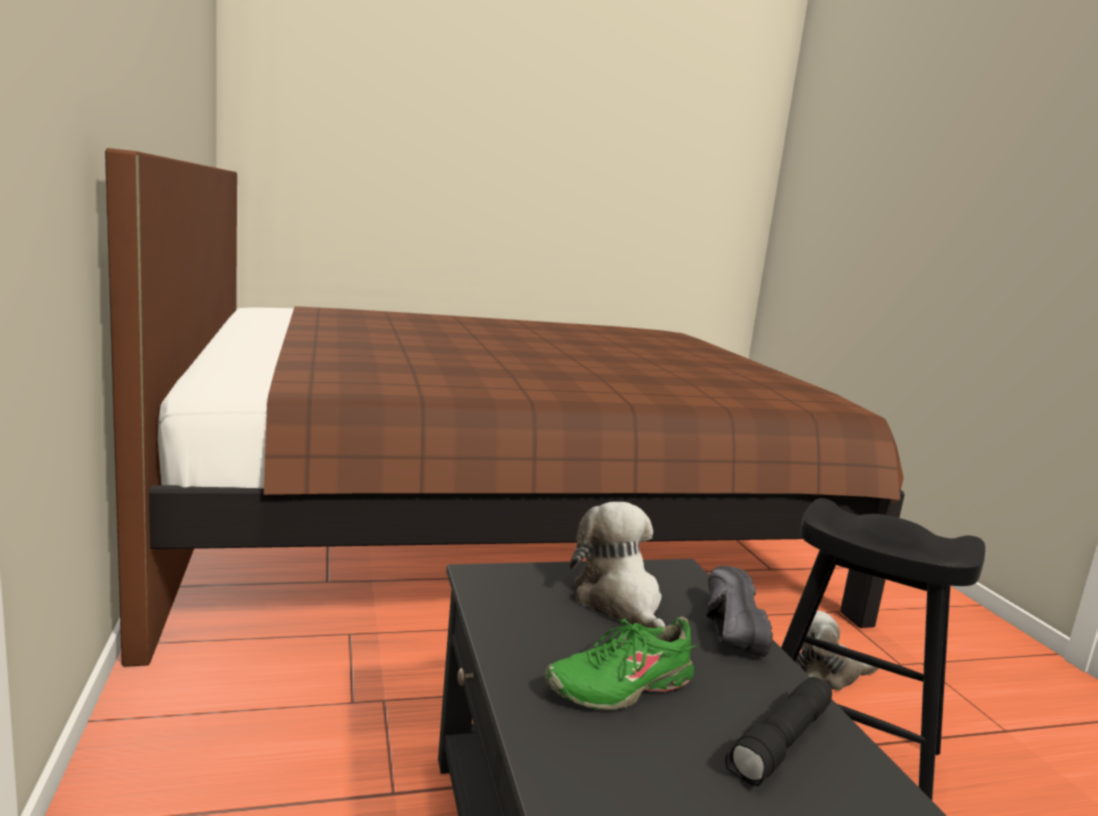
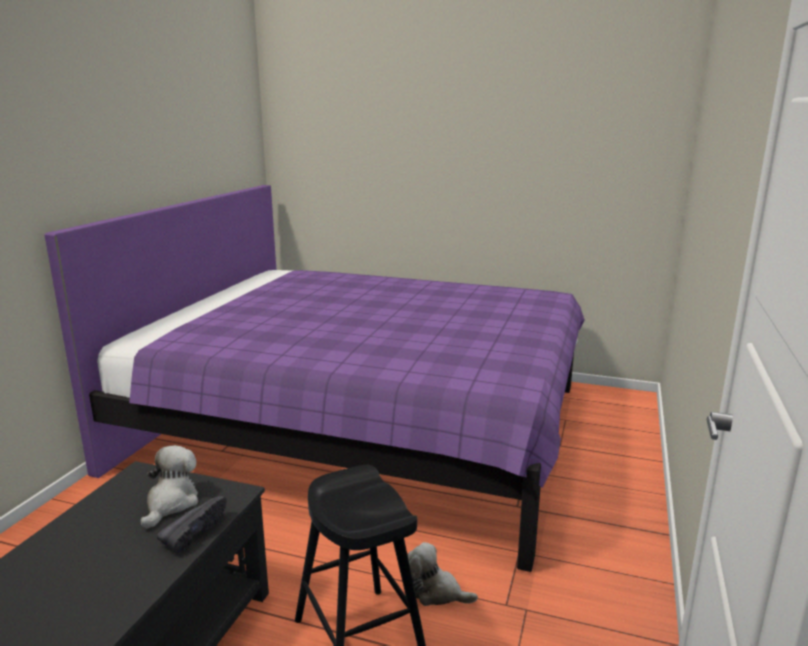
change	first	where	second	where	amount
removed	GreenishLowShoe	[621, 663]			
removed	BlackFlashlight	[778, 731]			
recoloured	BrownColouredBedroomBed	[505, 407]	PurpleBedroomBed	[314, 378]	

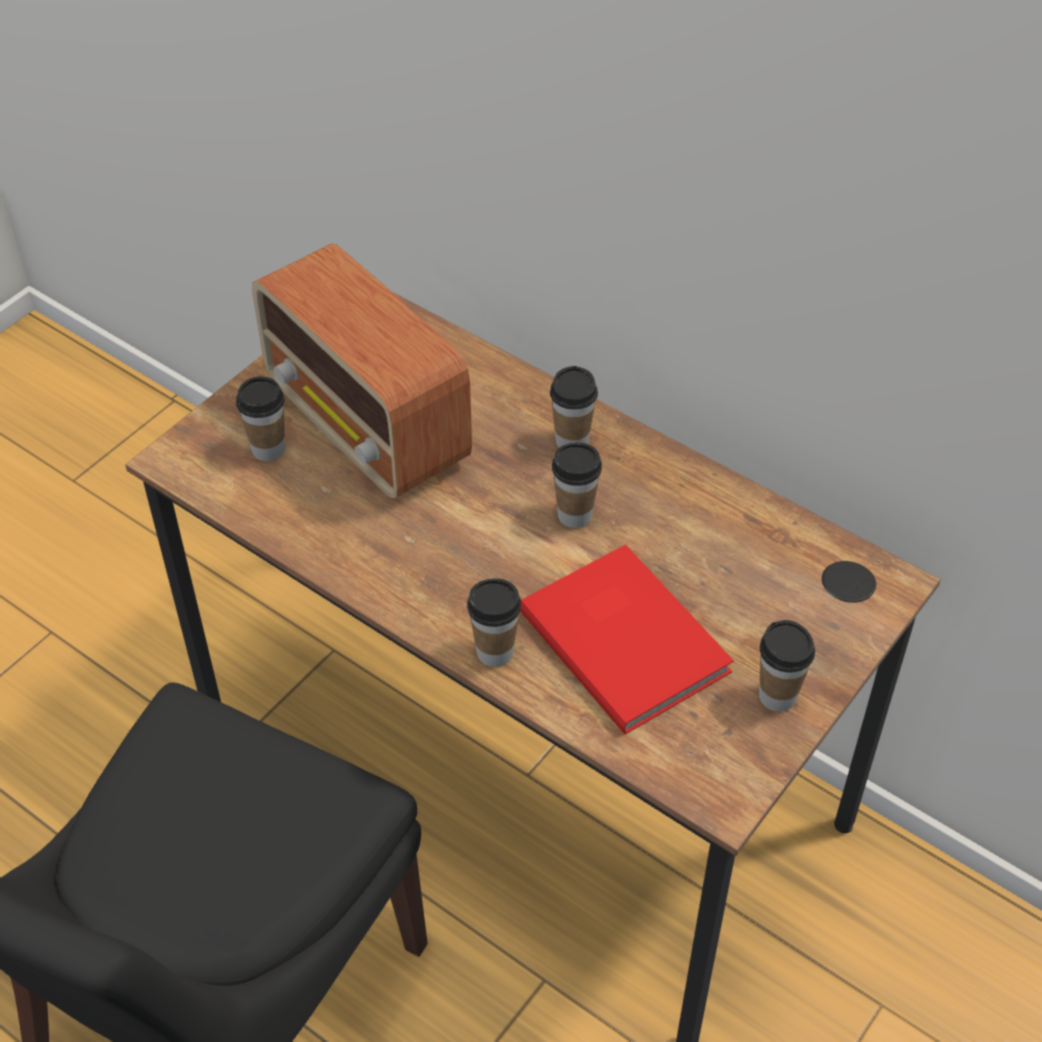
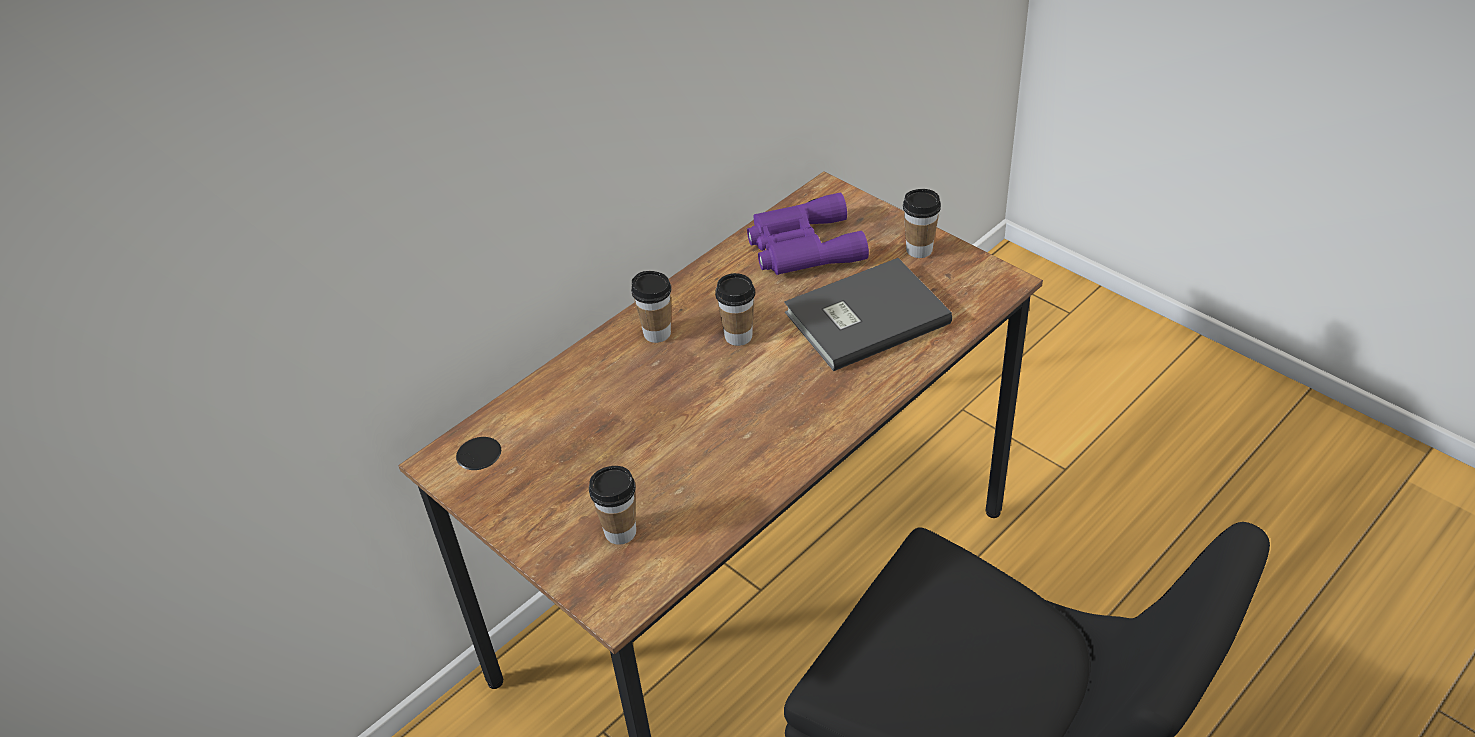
change	first	where	second	where	amount
removed	RadioReceiver	[362, 370]			
removed	SmallCup	[494, 622]			
added			PurplePairOfBinoculars	[808, 233]	
recoloured	RedColouredVolume	[627, 639]	GreyVolume	[868, 314]	

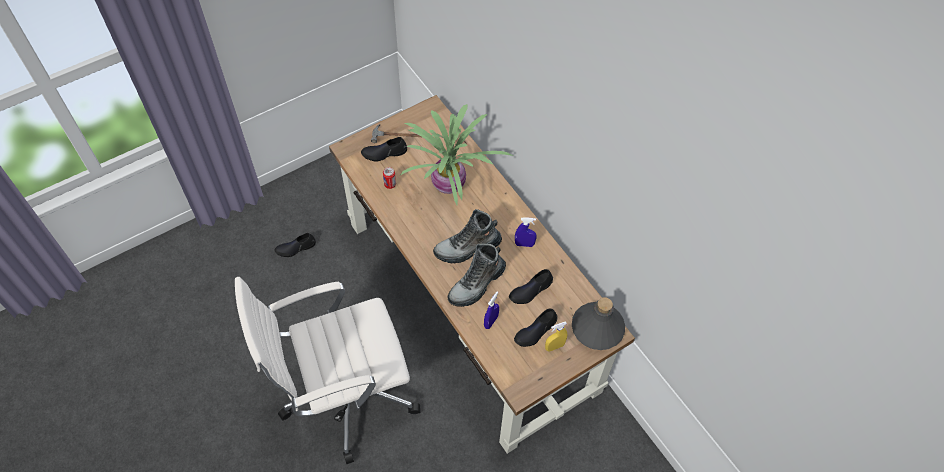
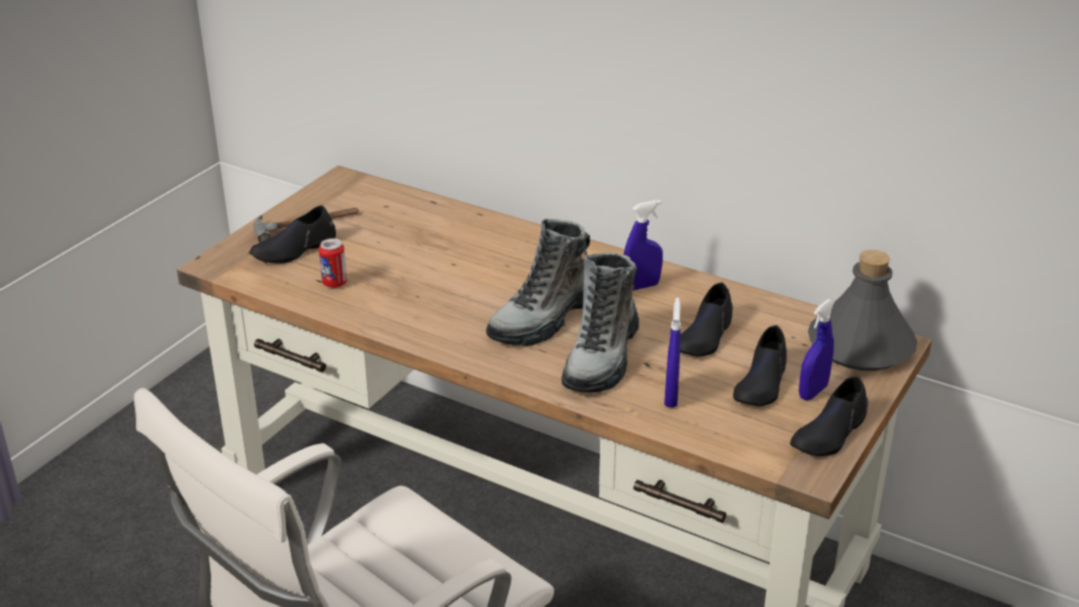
change	first	where	second	where	amount
removed	Houseplant	[456, 154]			
moved	BlackLowShoe	[295, 245]		[829, 416]	
recoloured	YellowColouredSprayBottle	[556, 337]	BlueColouredSprayBottle	[817, 349]	

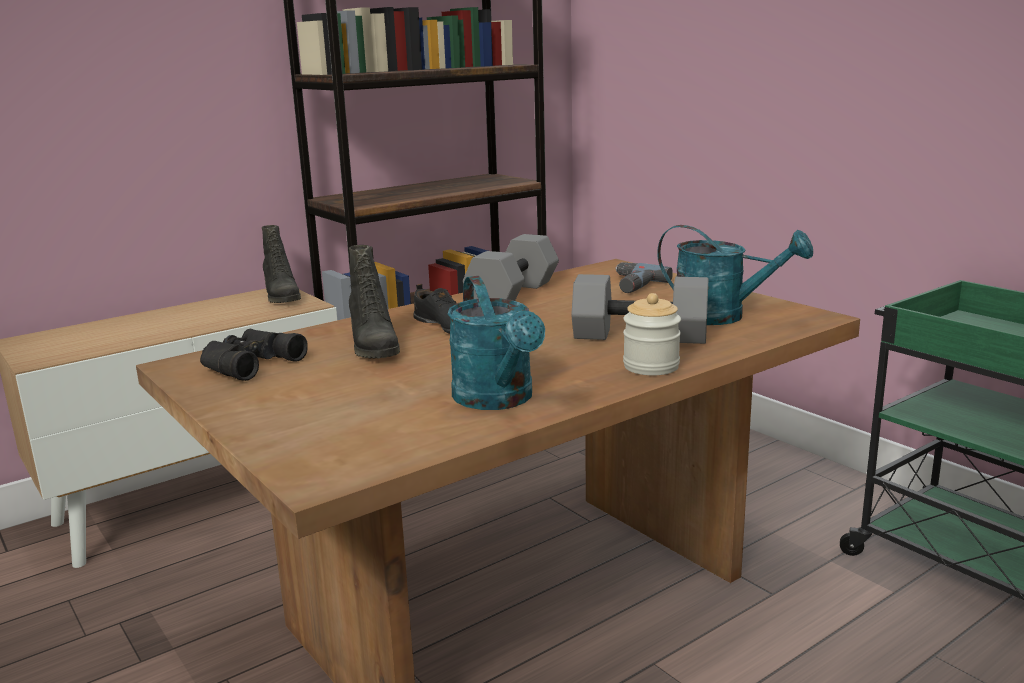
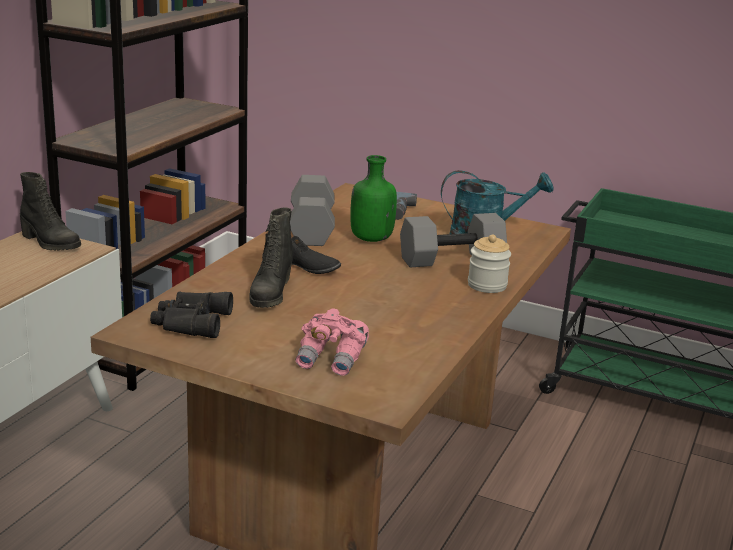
change	first	where	second	where	amount
removed	TurquoiseColouredWateringPot	[496, 343]			
added			PinkPairOfBinoculars	[332, 342]	
added			GreenishDrinkBottle	[373, 198]	
turned	BlackHighTopBoot	[374, 301]		[271, 257]	60 degrees clockwise

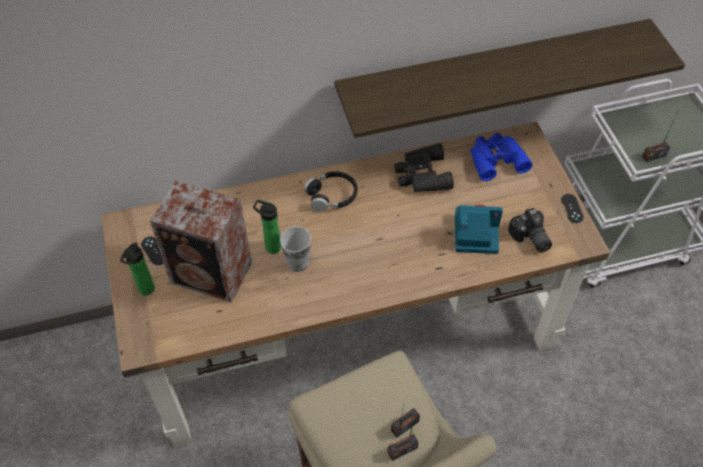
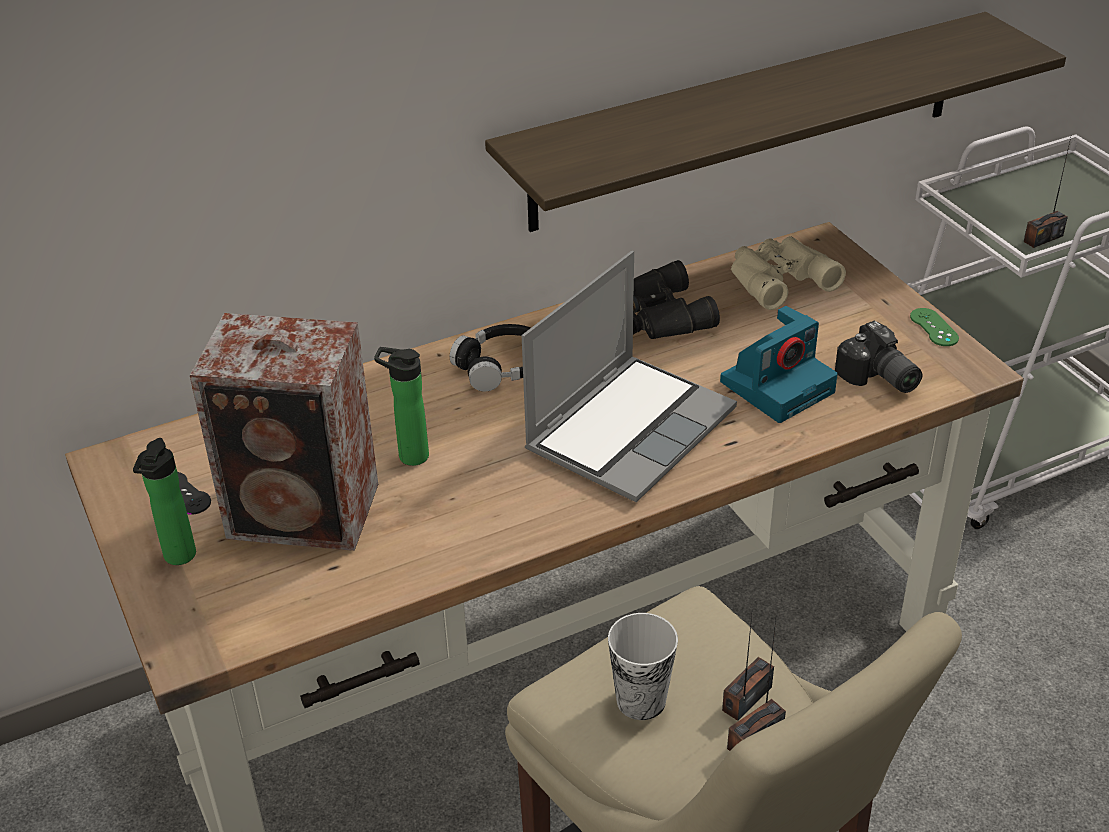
change	first	where	second	where	amount
added			Laptop	[629, 376]	
moved	SmallCup	[295, 249]		[643, 666]	
recoloured	BlueColouredPairOfBinoculars	[501, 157]	SandColouredPairOfBinoculars	[788, 273]	
recoloured	BlackGamepad	[572, 208]	GreenishGamepad	[934, 327]	
turned	PhotoCamera	[479, 229]		[779, 364]	150 degrees clockwise

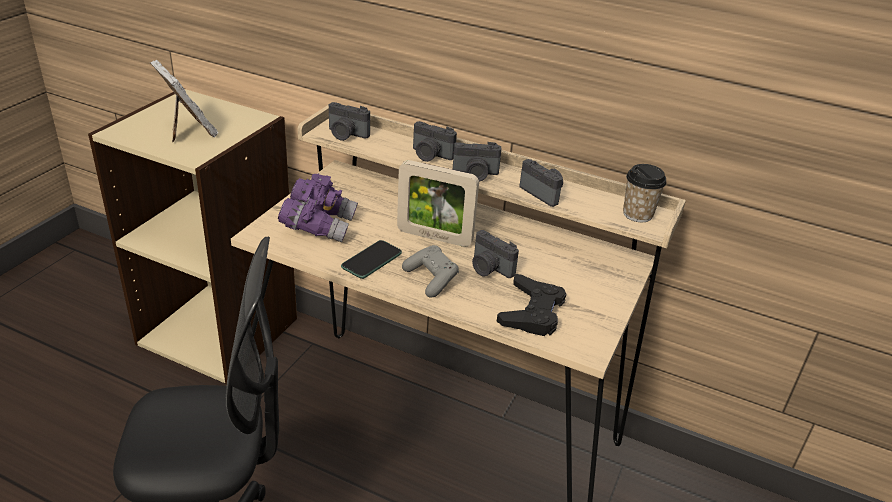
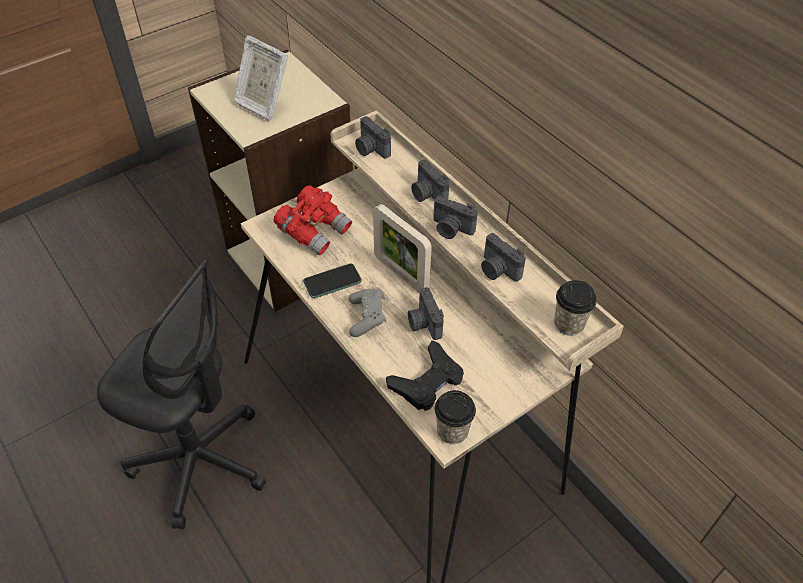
change	first	where	second	where	amount
added			SmallCup	[455, 417]	
recoloured	PurplePairOfBinoculars	[318, 208]	RedColouredPairOfBinoculars	[312, 220]	
turned	PictureFrame	[184, 101]		[261, 78]	135 degrees clockwise
turned	PhotoCamera	[541, 183]		[503, 257]	150 degrees clockwise

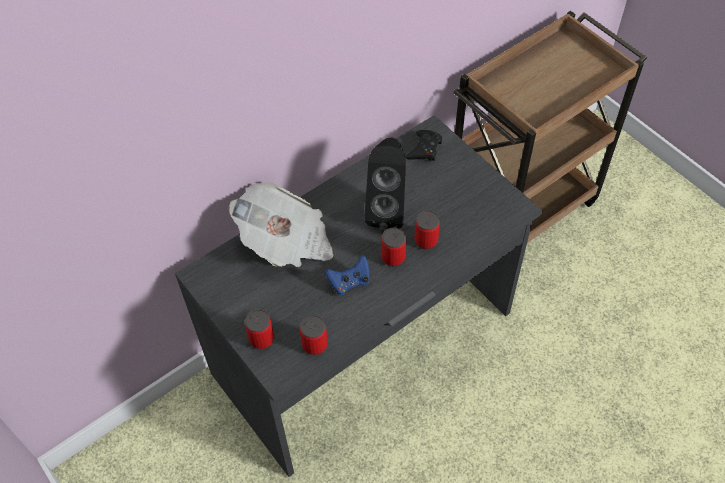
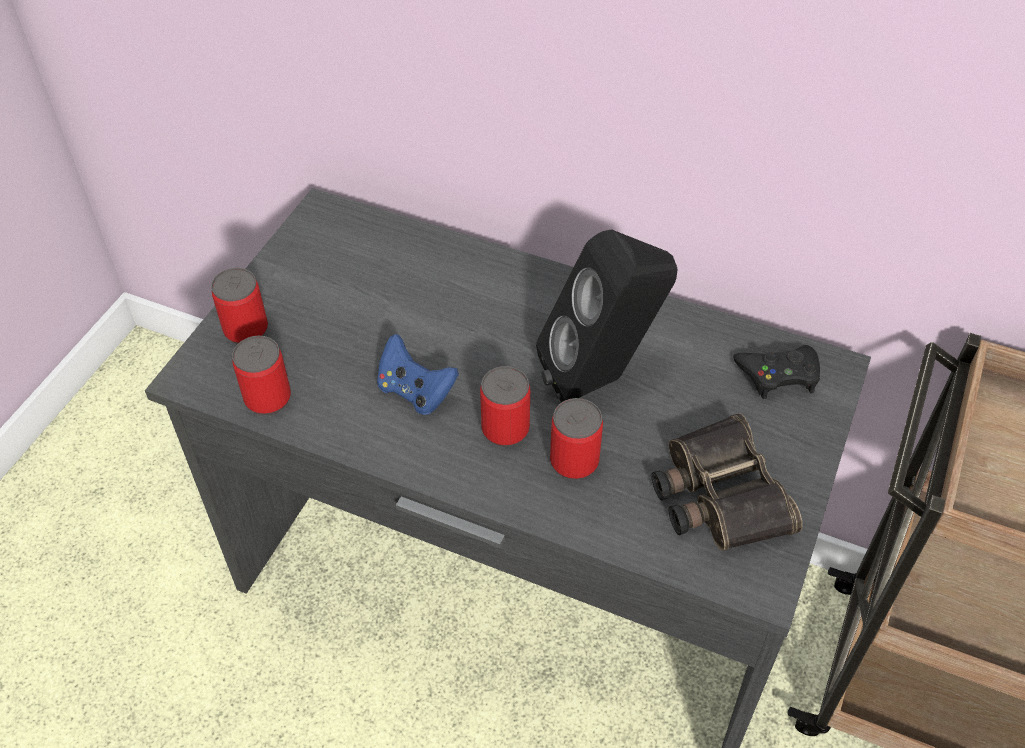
change	first	where	second	where	amount
removed	DailyPaper	[281, 224]			
added			PairOfBinoculars	[726, 482]	

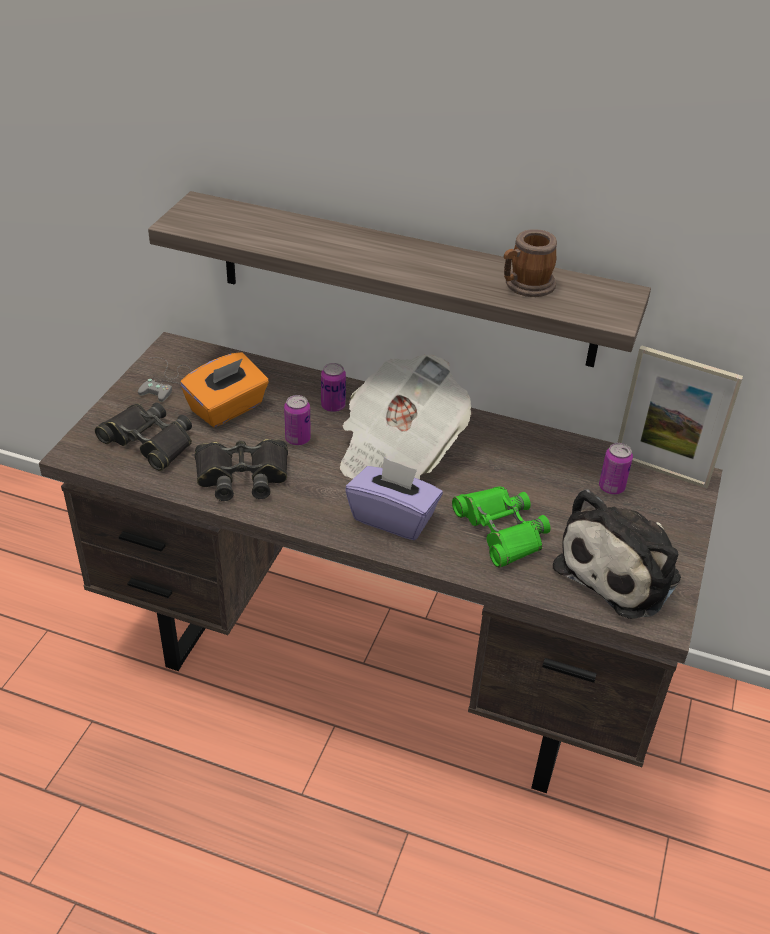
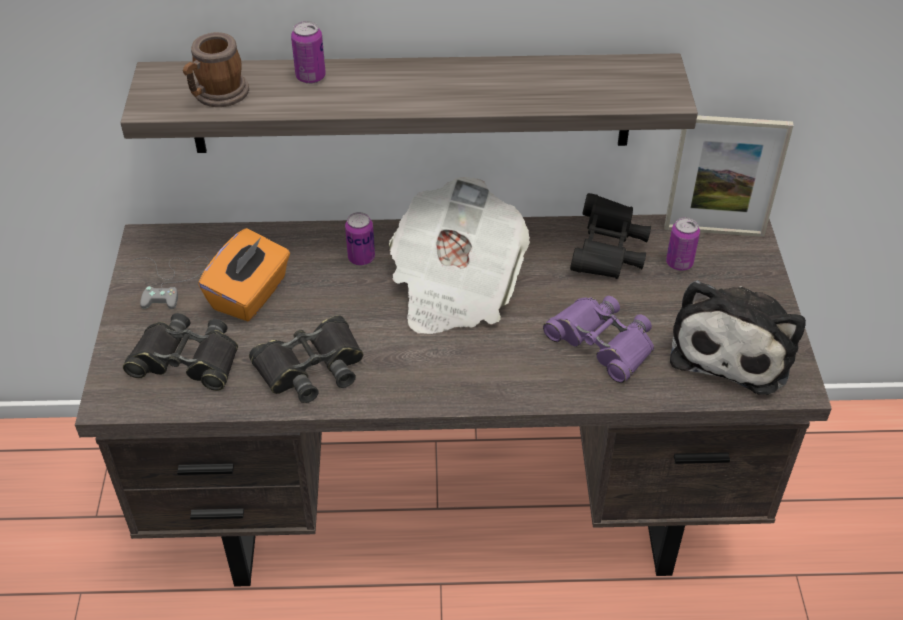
change	first	where	second	where	amount
removed	PurpleBoxOfTissues	[394, 498]			
added			BlackPairOfBinoculars	[610, 236]	
moved	Can	[297, 420]		[308, 52]	
moved	CoffeeMug	[530, 263]		[216, 69]	
recoloured	GreenishPairOfBinoculars	[501, 527]	PurplePairOfBinoculars	[598, 339]	

